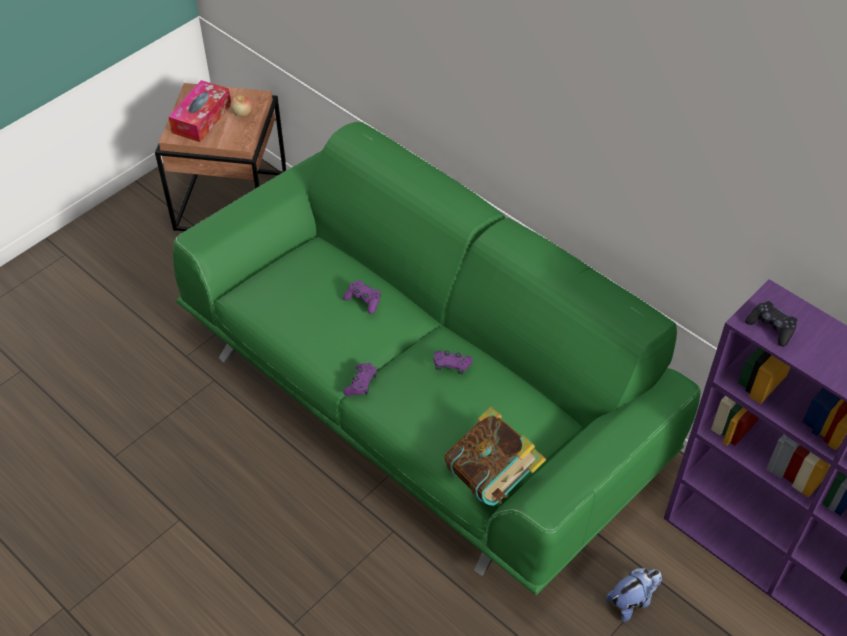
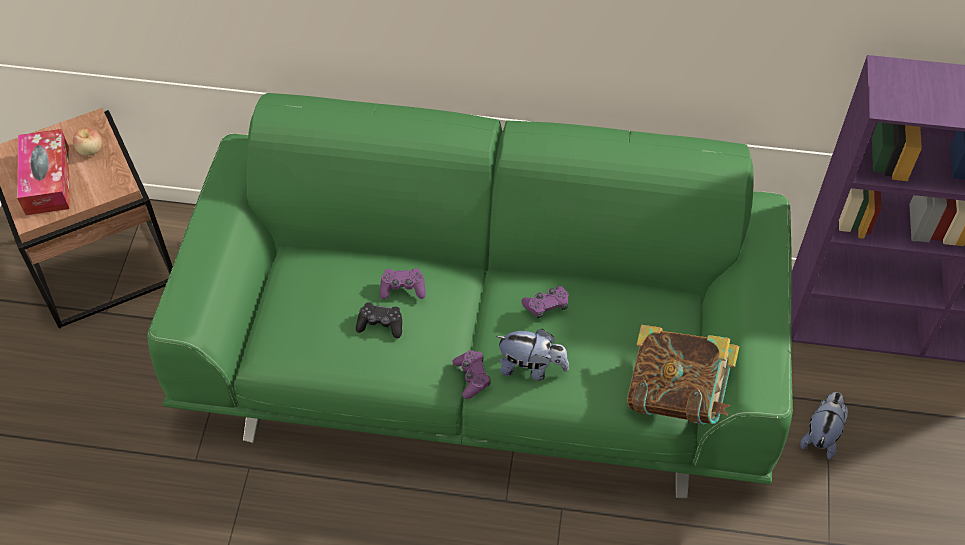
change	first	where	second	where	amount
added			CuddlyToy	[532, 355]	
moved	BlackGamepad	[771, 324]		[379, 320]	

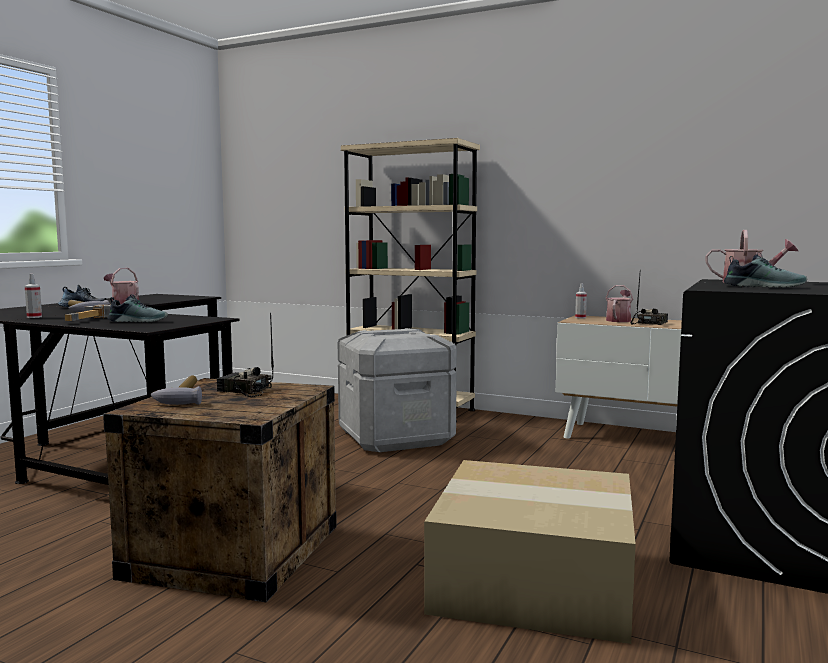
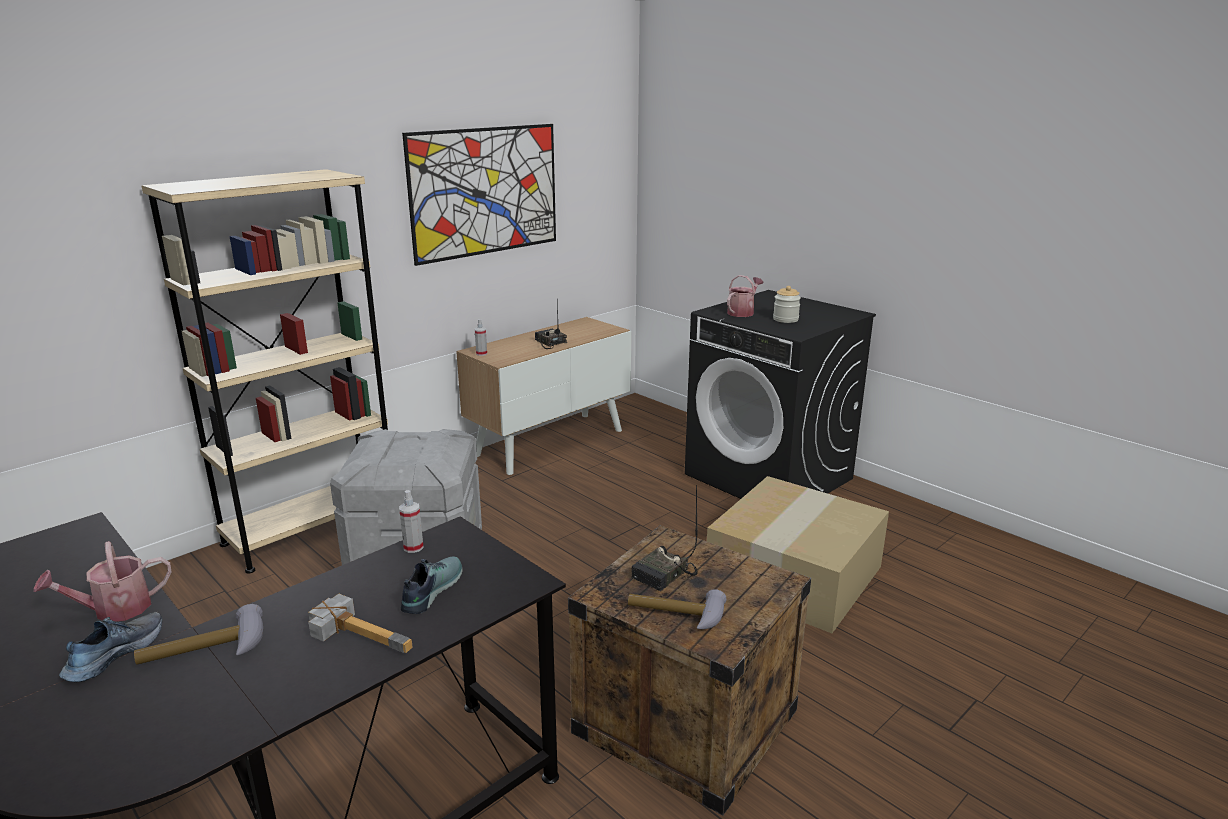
change	first	where	second	where	amount
removed	WateringPot	[619, 303]			
added			WallPicture	[479, 195]	
moved	SprayBottle	[33, 296]		[411, 521]	
replaced	LowShoe	[765, 270]	Jar	[787, 304]	

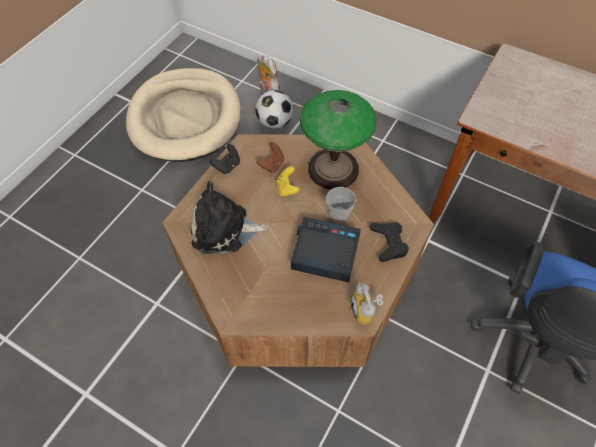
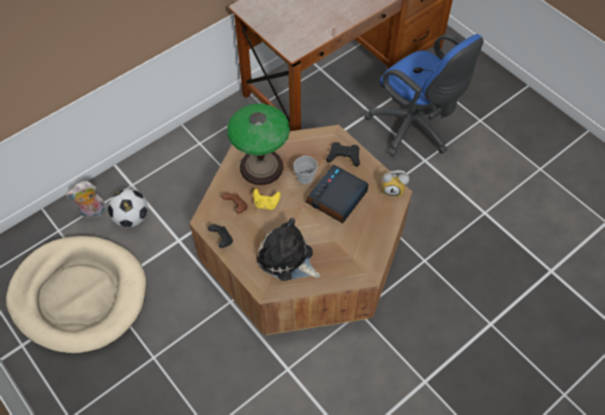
change	first	where	second	where	amount
turned	CuddlyToy	[229, 217]		[288, 249]	105 degrees clockwise

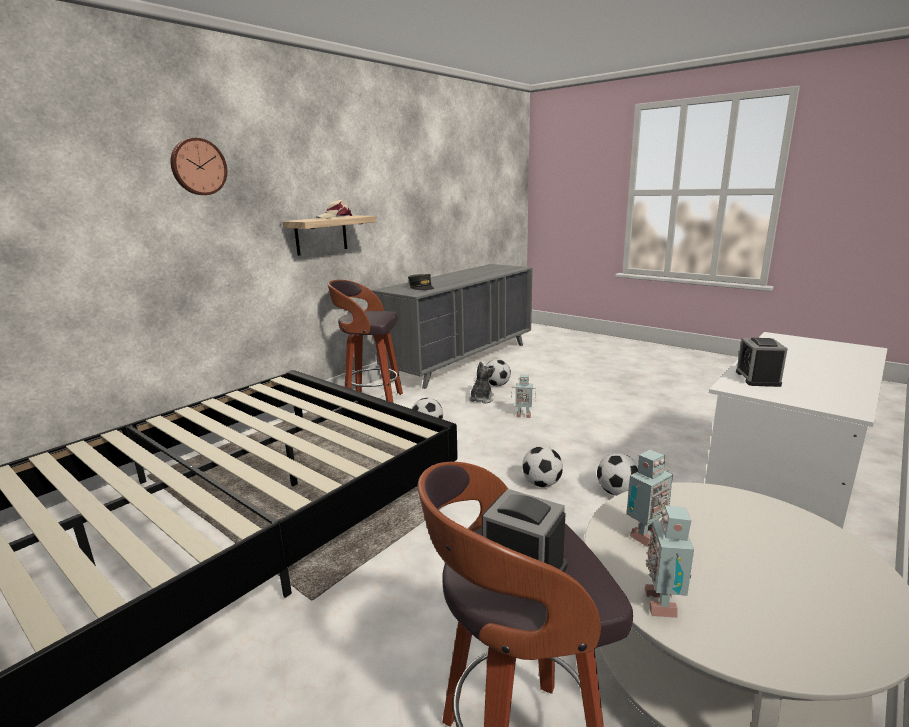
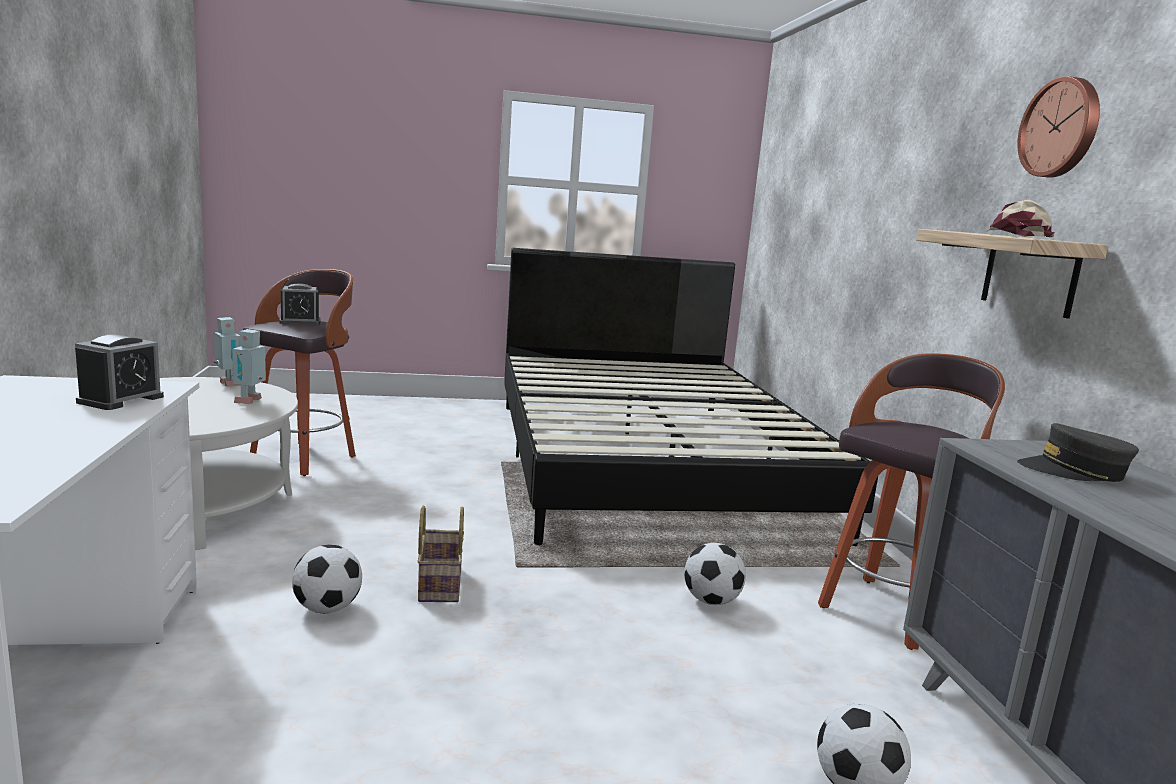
change	first	where	second	where	amount
removed	CuddlyToy	[482, 382]			
removed	ModelRobot	[523, 396]			
moved	HangingClock	[198, 166]		[1058, 127]	
replaced	Football	[542, 466]	StorageBasket	[440, 553]	
turned	TableClock	[762, 362]		[119, 372]	60 degrees clockwise

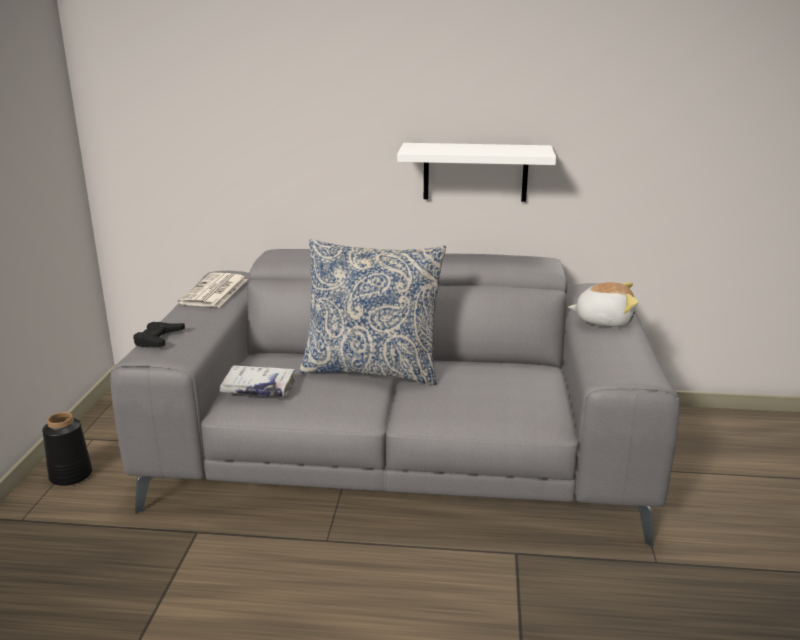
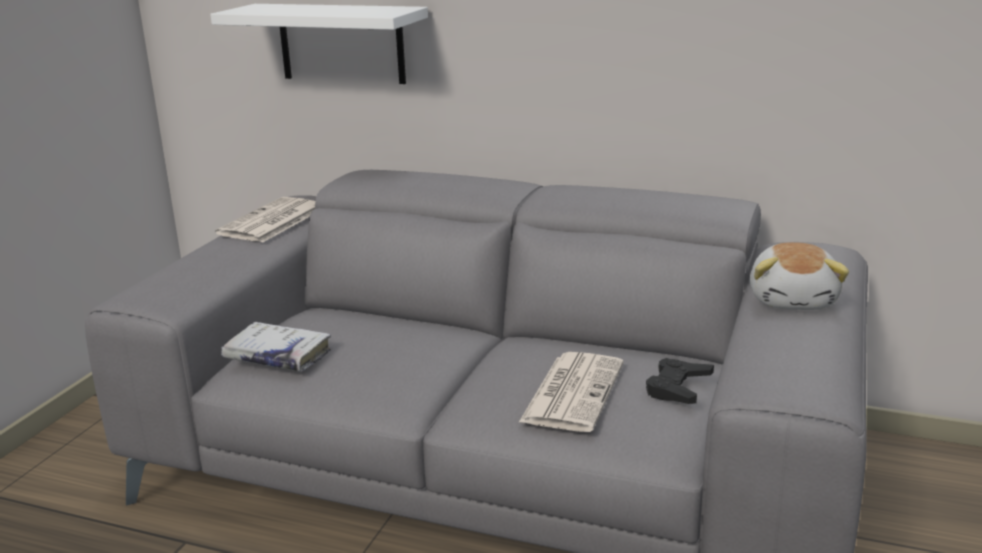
change	first	where	second	where	amount
removed	BlackFlowerVase	[67, 449]			
removed	ThrowPillow	[372, 312]			
added			DailyPaper	[571, 392]	
moved	BlackGamepad	[159, 334]		[680, 381]	
moved	WhitishShelf	[476, 172]		[319, 44]	
turned	CuddlyToy	[603, 304]		[799, 276]	75 degrees clockwise

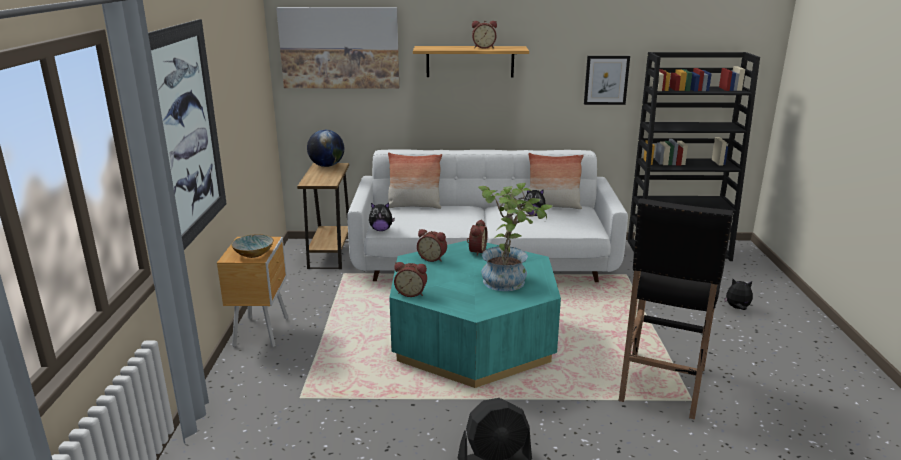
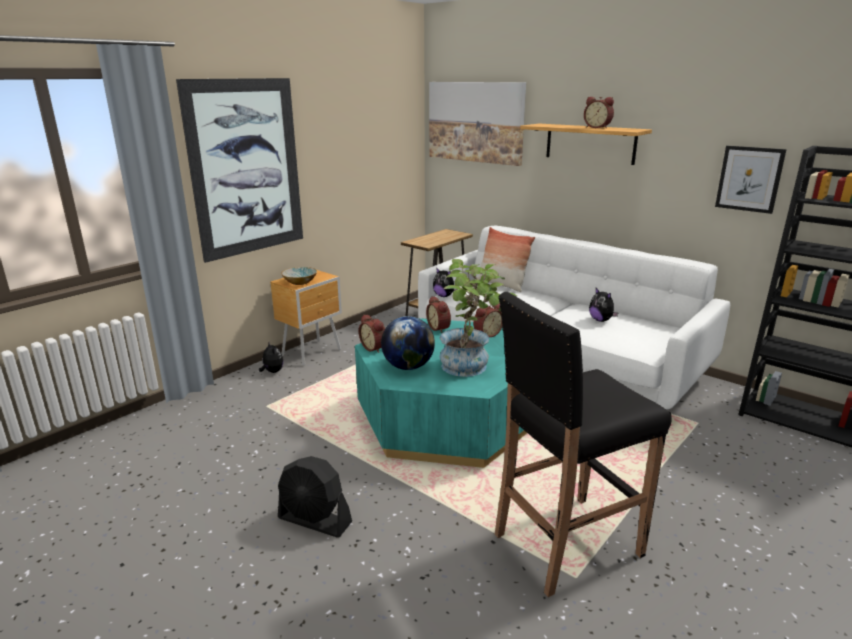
change	first	where	second	where	amount
removed	ThrowPillow	[556, 181]			
moved	DeskGlobe	[325, 148]		[408, 343]	
moved	CuddlyToy	[738, 294]		[271, 358]	

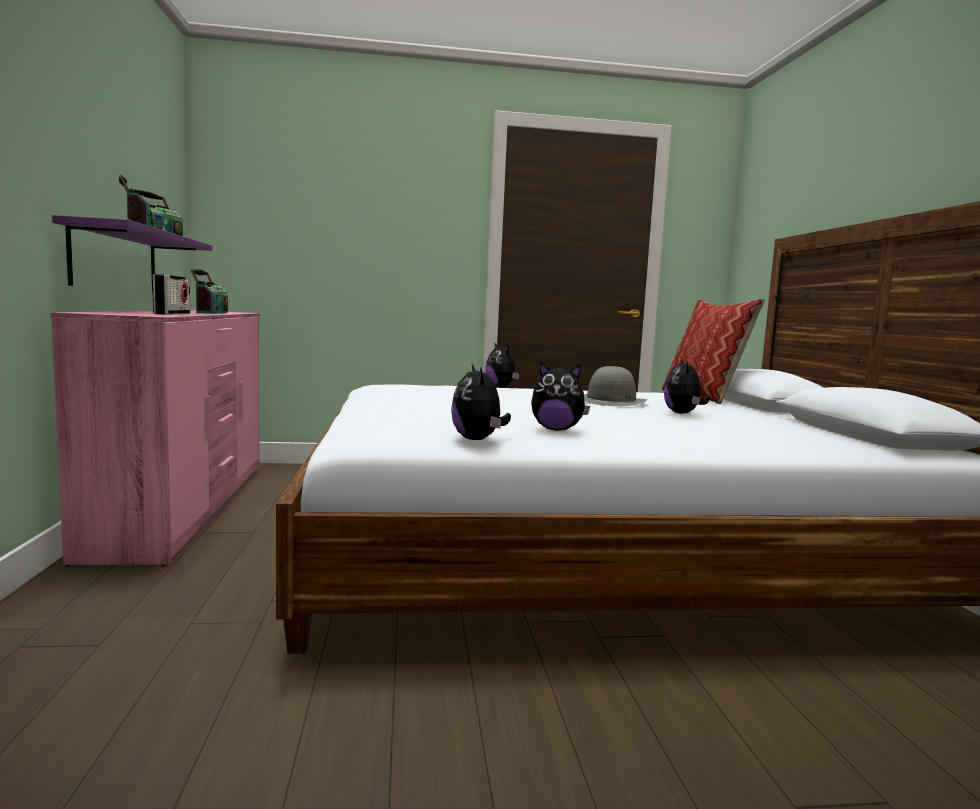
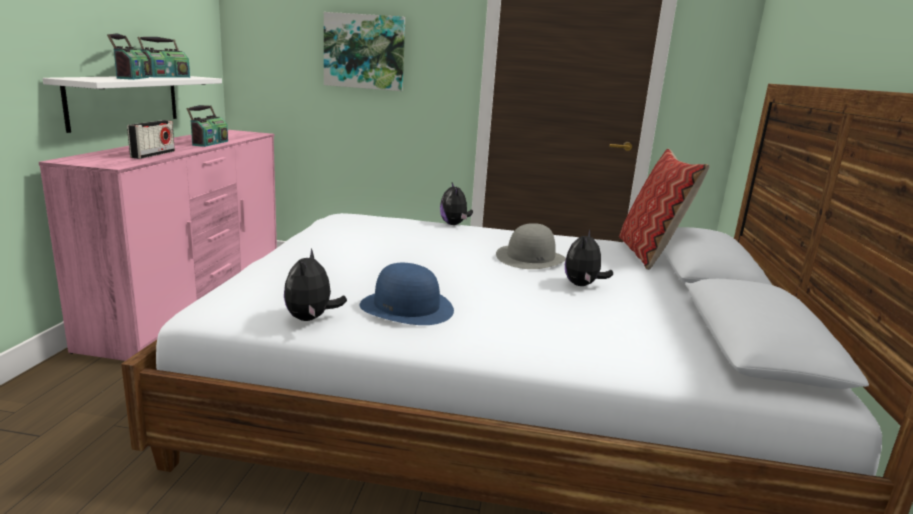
change	first	where	second	where	amount
added			WallPicture	[364, 51]	
replaced	CuddlyToy	[560, 396]	BlueColouredHat	[406, 294]	
recoloured	PurpleShelf	[132, 253]	WhitishShelf	[132, 104]	

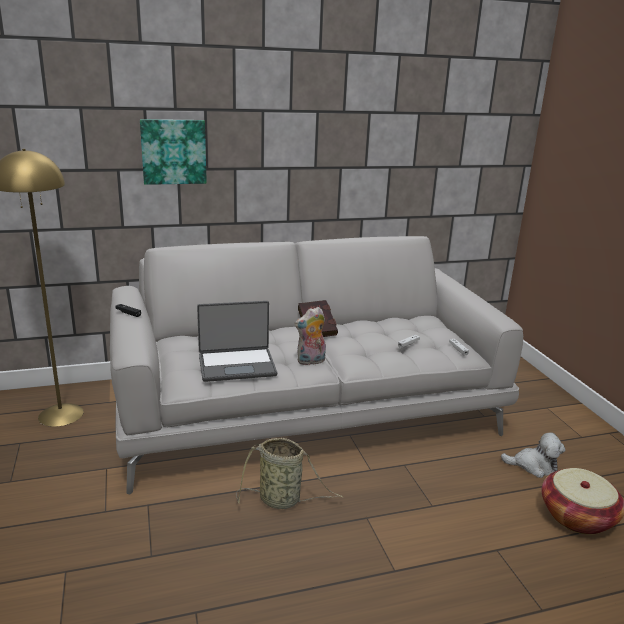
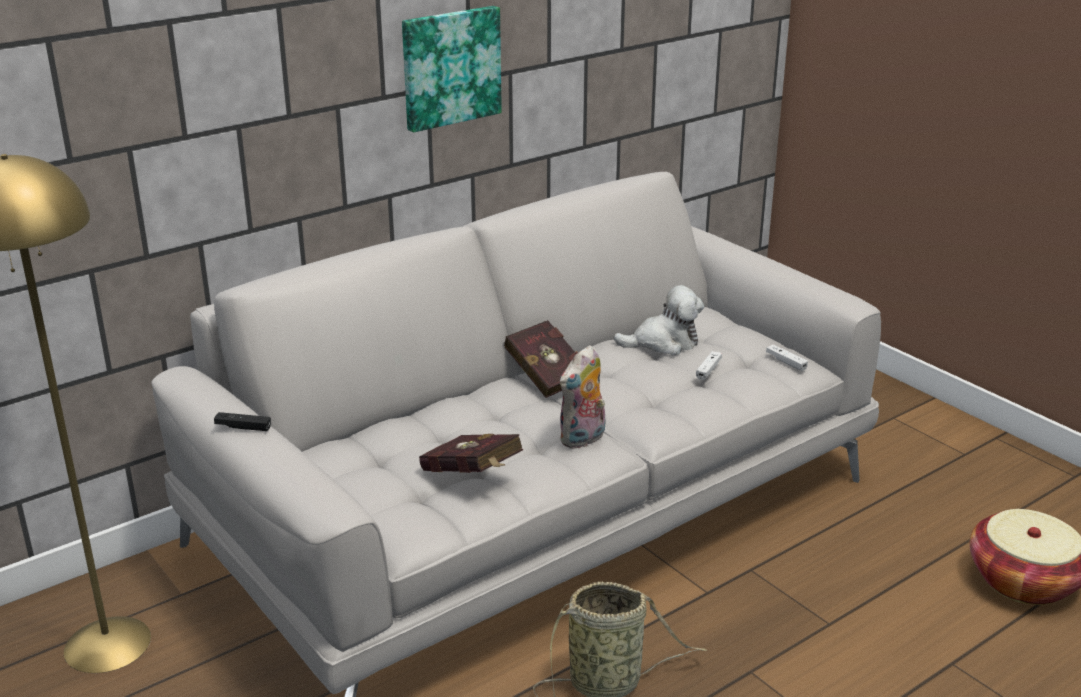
change	first	where	second	where	amount
moved	WallPicture	[173, 152]		[452, 69]	
moved	CuddlyToy	[533, 455]		[659, 320]	
replaced	Laptop	[237, 341]	RedColouredVolume	[471, 453]	

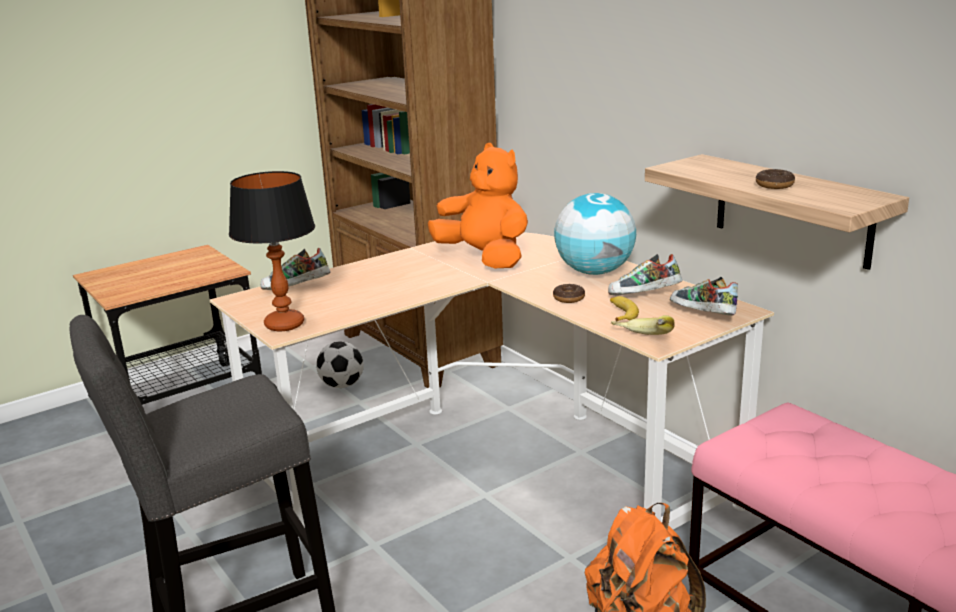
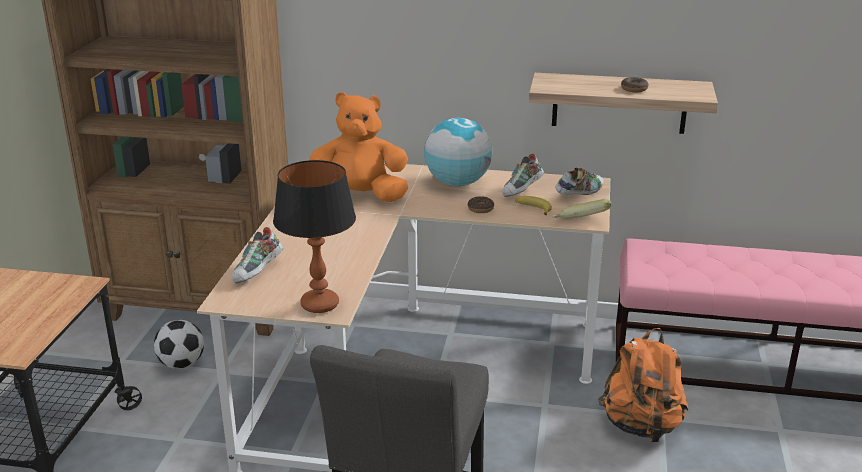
change	first	where	second	where	amount
turned	LowShoe	[704, 296]		[579, 181]	135 degrees clockwise

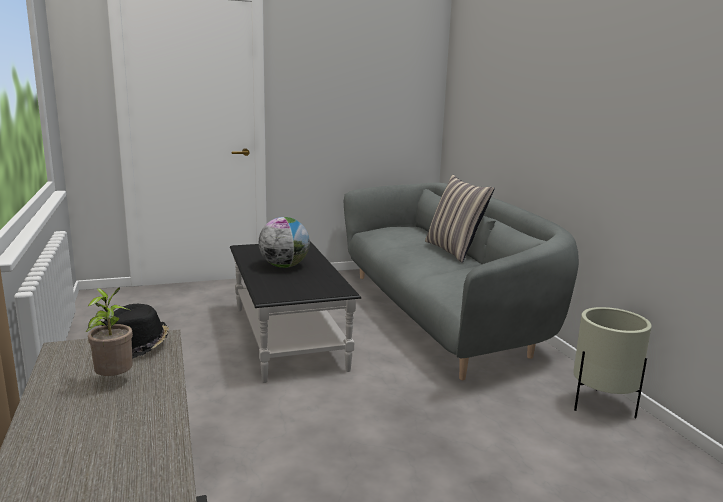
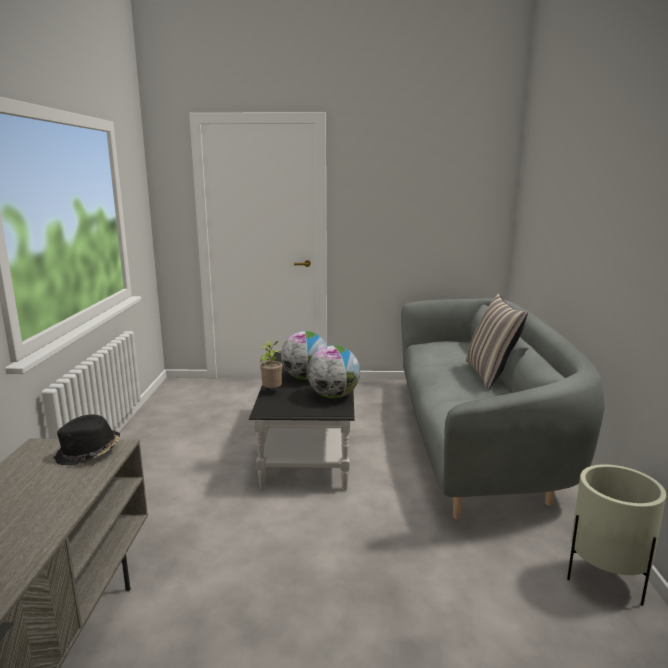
change	first	where	second	where	amount
added			DeskGlobe	[333, 371]	
moved	Houseplant	[109, 331]		[271, 364]	

